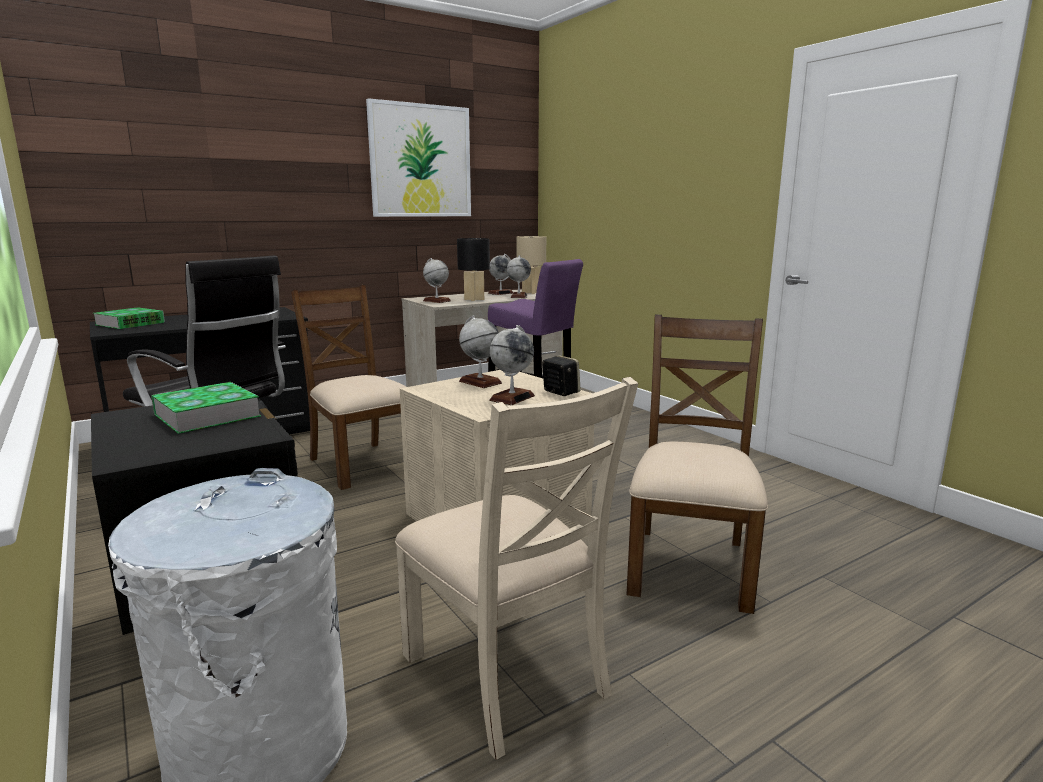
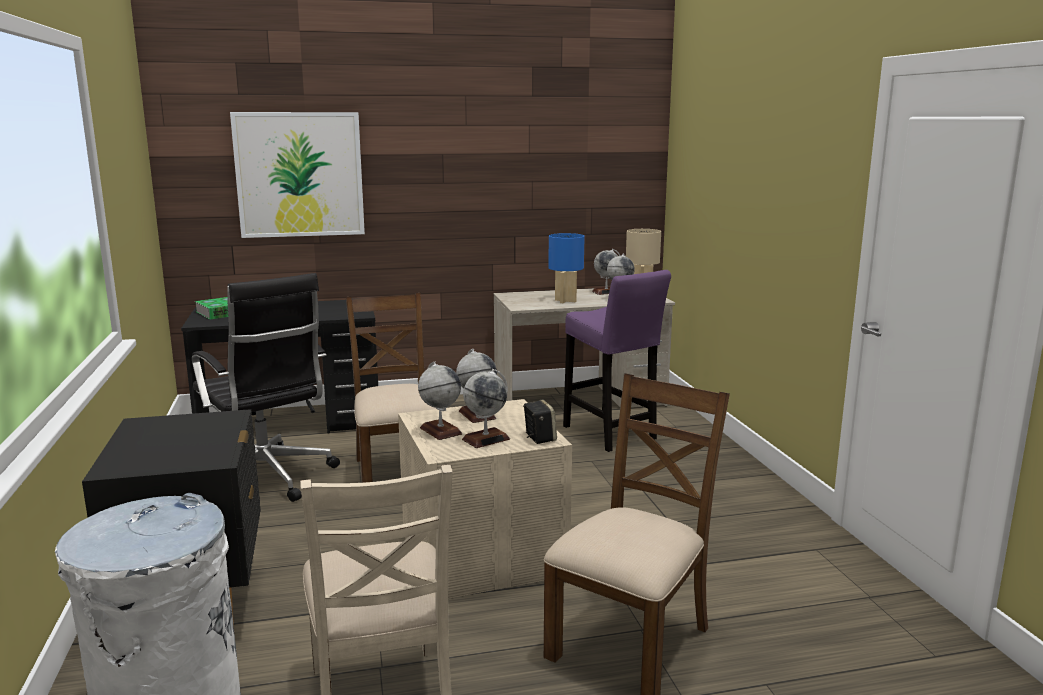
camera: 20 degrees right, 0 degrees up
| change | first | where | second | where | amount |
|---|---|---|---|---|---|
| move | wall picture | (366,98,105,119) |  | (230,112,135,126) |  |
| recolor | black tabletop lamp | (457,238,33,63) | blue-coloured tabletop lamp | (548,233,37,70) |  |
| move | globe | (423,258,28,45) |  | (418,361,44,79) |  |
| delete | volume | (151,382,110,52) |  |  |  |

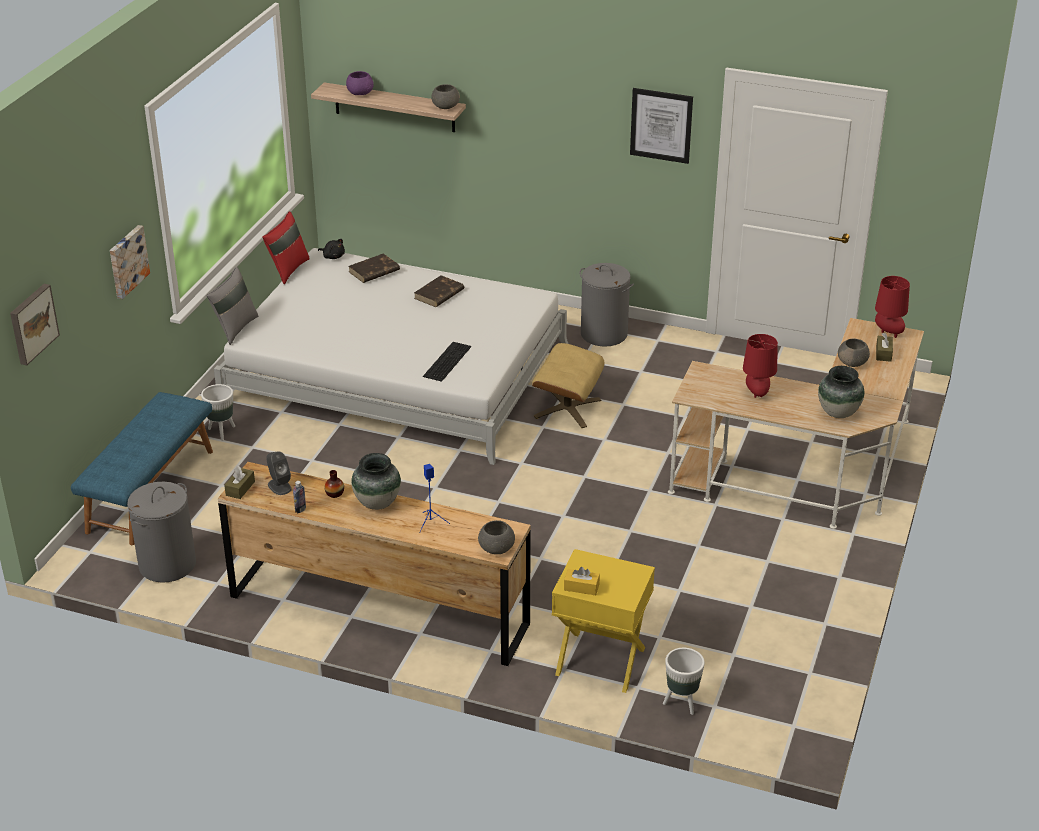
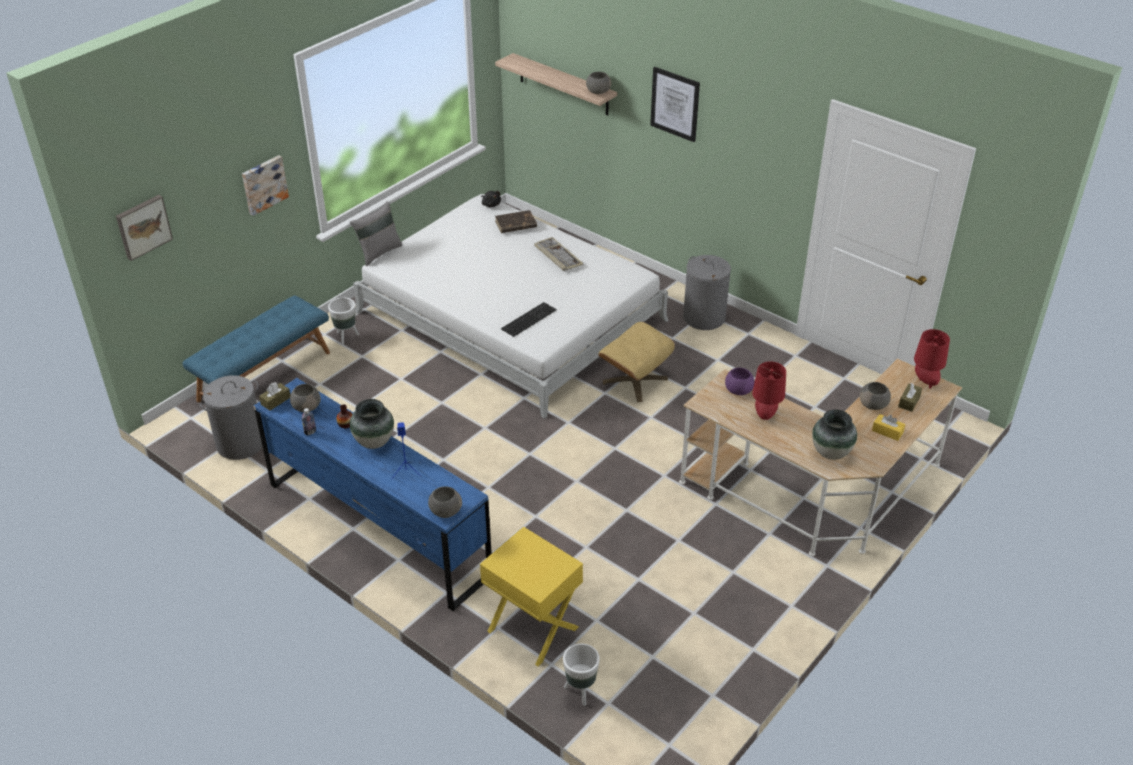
camera: 20 degrees right, 5 degrees up
| change | first | where | second | where | amount |
|---|---|---|---|---|---|
| move | purplish deep dish | (346,71,28,24) |  | (725,368,30,27) |  |
| move | wall picture | (630,88,63,76) |  | (650,67,50,75) |  |
| delete | reddish cushion | (262,212,48,72) |  |  |  |
| replace | brown volume | (414,275,50,32) | computer keyboard | (534,237,49,34) |  |
| replace | greyish loudspeaker | (266,451,26,44) | greyish deep dish | (290,384,31,28) |  |
| recolor | brown drawer chest | (218,462,313,204) | blue-coloured drawer chest | (254,378,238,233) |  |
| move | yellow tissue box | (564,567,36,28) |  | (872,414,33,27) |  |

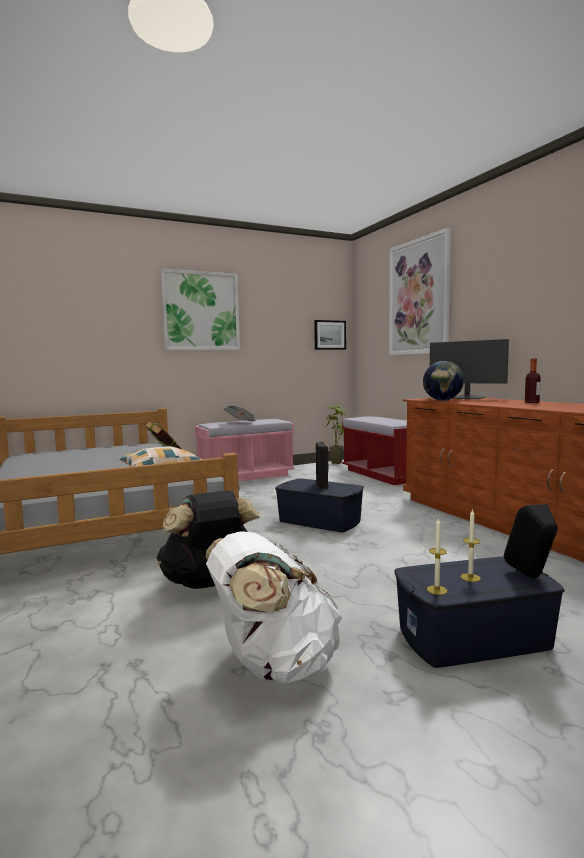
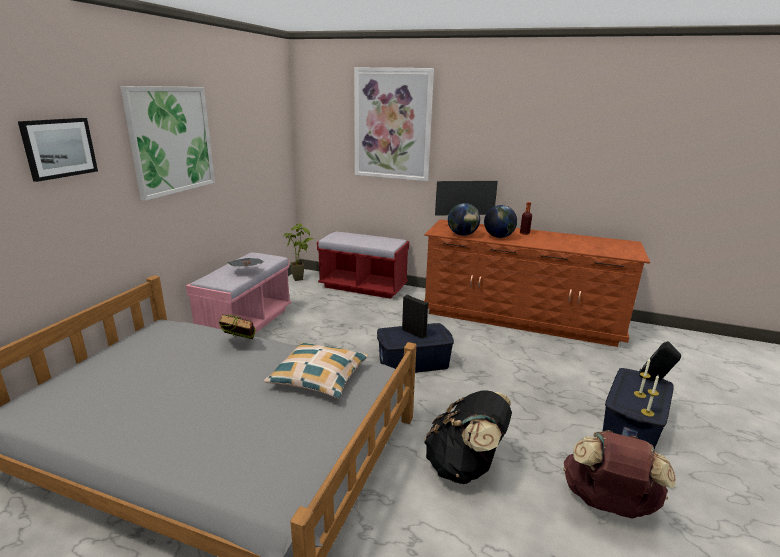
camera: 45 degrees left, 15 degrees up
| change | first | where | second | where | amount |
|---|---|---|---|---|---|
| move | wall picture | (314,320,32,30) |  | (18,118,80,64) |  |
| recolor | whitish backpack | (206,531,136,153) | brown backpack | (563,430,113,89) |  |
| insert |  |  | globe | (484,205,33,33) |  |

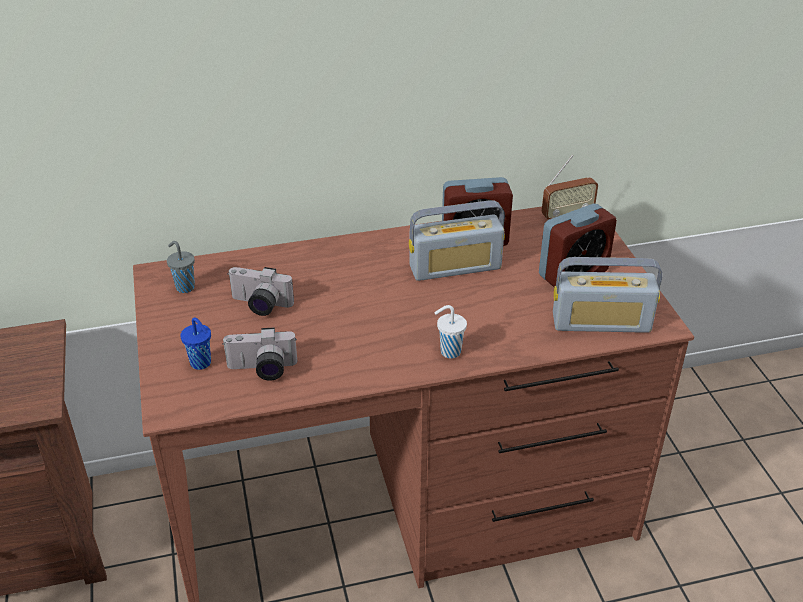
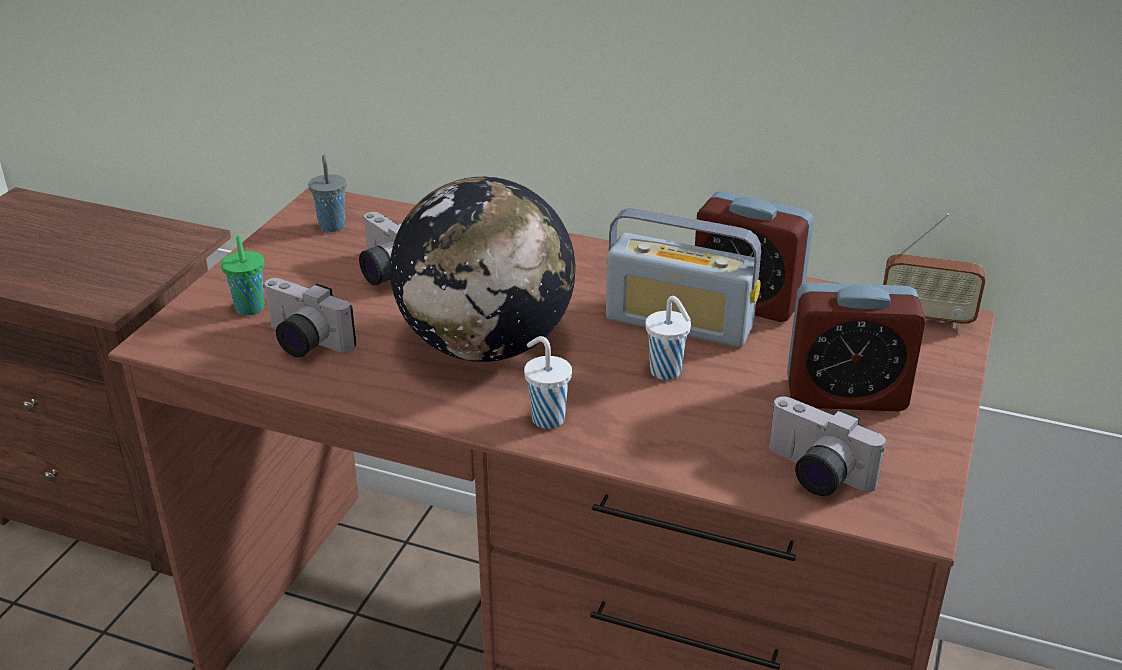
camera: 35 degrees right, 5 degrees down
| change | first | where | second | where | amount |
|---|---|---|---|---|---|
| replace | radio receiver | (553,257,109,76) | photo camera | (769,396,117,100) |  |
| recolor | blue-coloured cup | (180,317,31,53) | green cup | (221,236,43,79) |  |
| insert |  |  | globe | (390,177,185,185) |  |
| insert |  |  | whitish cup | (645,296,46,84) |  |

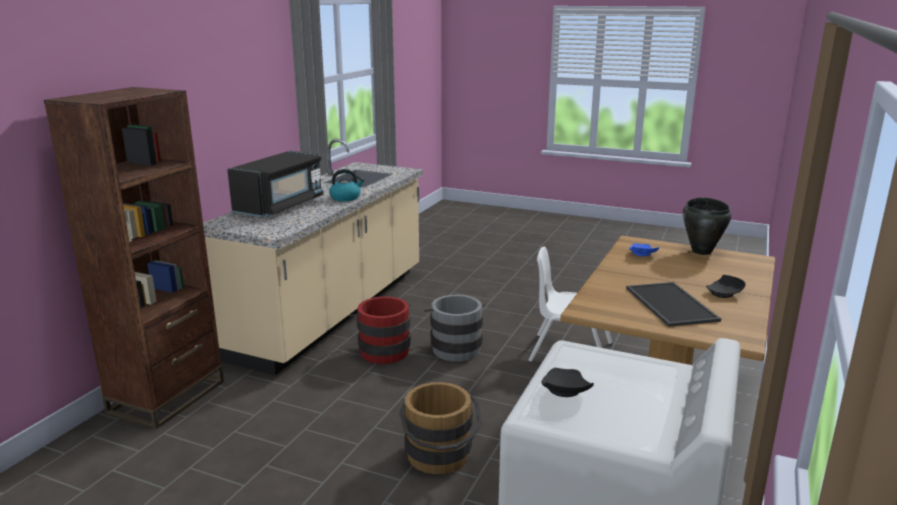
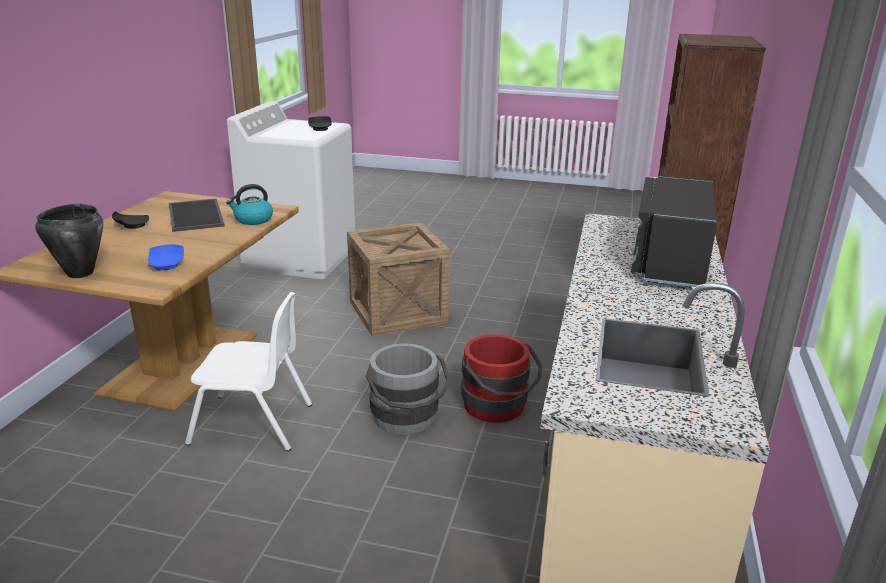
camera: 170 degrees right, 5 degrees up
| change | first | where | second | where | amount |
|---|---|---|---|---|---|
| move | tea kettle | (329,169,35,32) |  | (226,184,47,41) |  |
| replace | brown bucket | (399,382,83,92) | shipping crate | (347,222,103,114) |  |

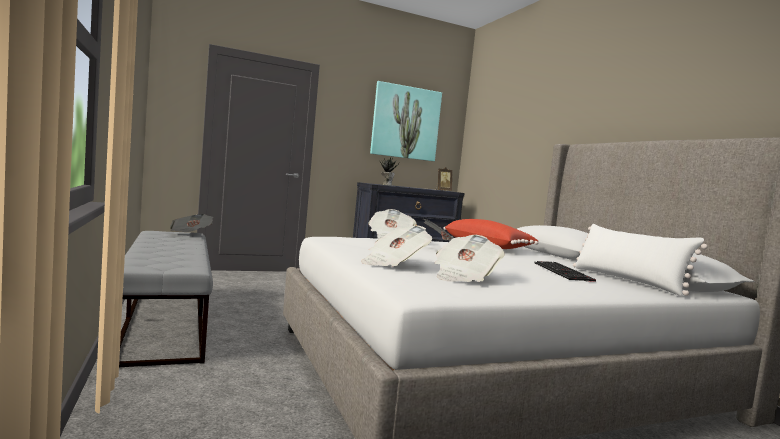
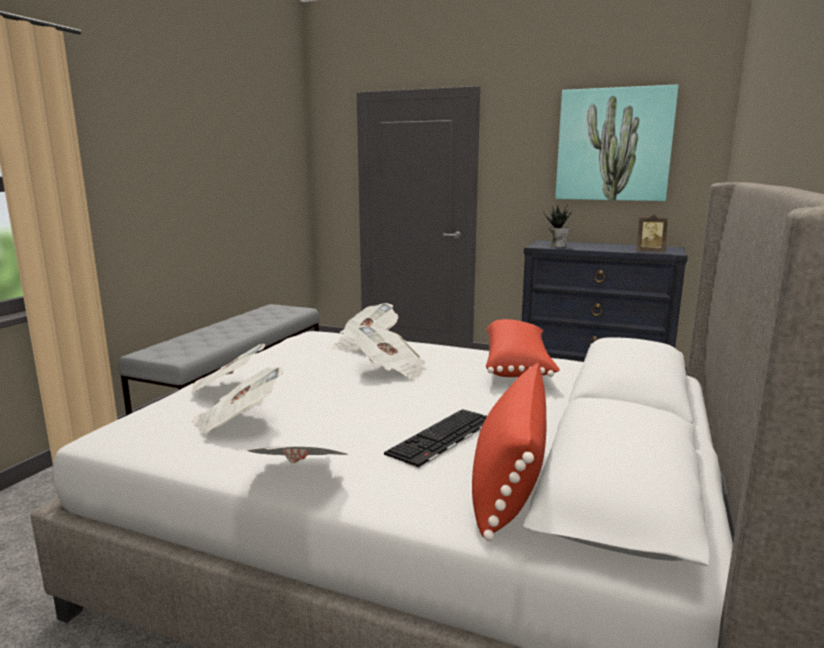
camera: 45 degrees right, 10 degrees up
| change | first | where | second | where | amount |
|---|---|---|---|---|---|
| move | printed paper | (170,214,43,18) |  | (236,447,112,16) |  |
| recolor | whitish cushion | (573,224,135,72) | reddish cushion | (472,363,74,178) |  |

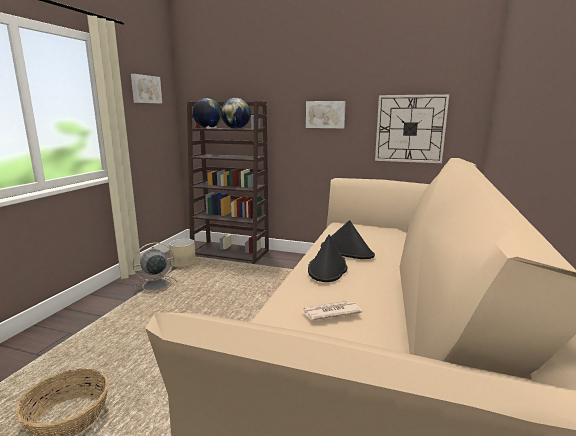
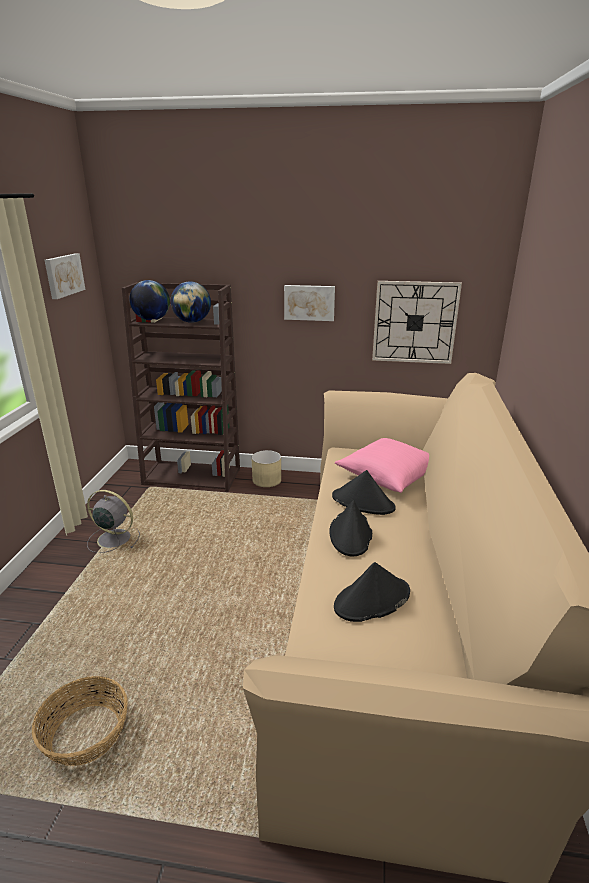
camera: 10 degrees left, 10 degrees up
| change | first | where | second | where | amount |
|---|---|---|---|---|---|
| move | beige plant pot | (169,239,27,29) |  | (251,450,30,37) |  |
| rotate | greyish cooling fan | (133,243,46,50) |  | (87,490,53,63) | 60 degrees clockwise |
| replace | printed paper | (303,300,59,20) | black clothing hat | (334,562,76,60) |  |
| insert |  |  | pinkish cushion | (335,438,94,55) |  |

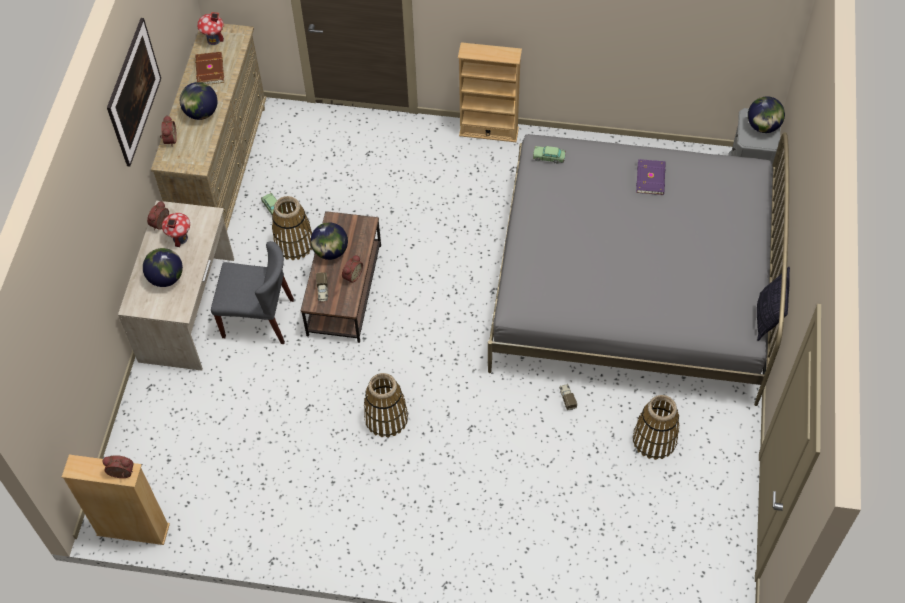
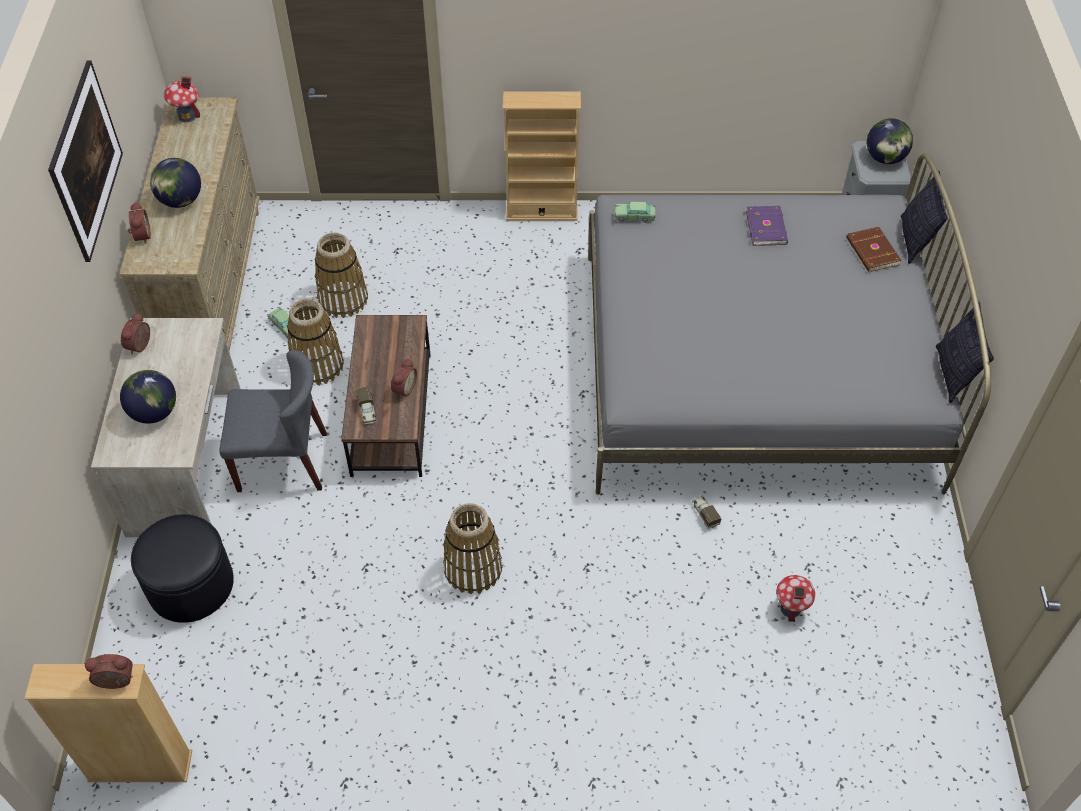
camera: 10 degrees left, 5 degrees down
| change | first | where | second | where | amount |
|---|---|---|---|---|---|
| move | brown volume | (195,52,29,33) |  | (846,227,56,45) |  |
| move | toy house | (162,213,28,34) |  | (776,575,39,47) |  |
| delete | globe | (311,222,37,38) |  |  |  |
| move | basket | (633,395,47,65) |  | (315,233,53,85) |  |
| insert |  |  | cushion | (901,171,47,93) |  |
| insert |  |  | black footrest | (131,514,103,109) |  |

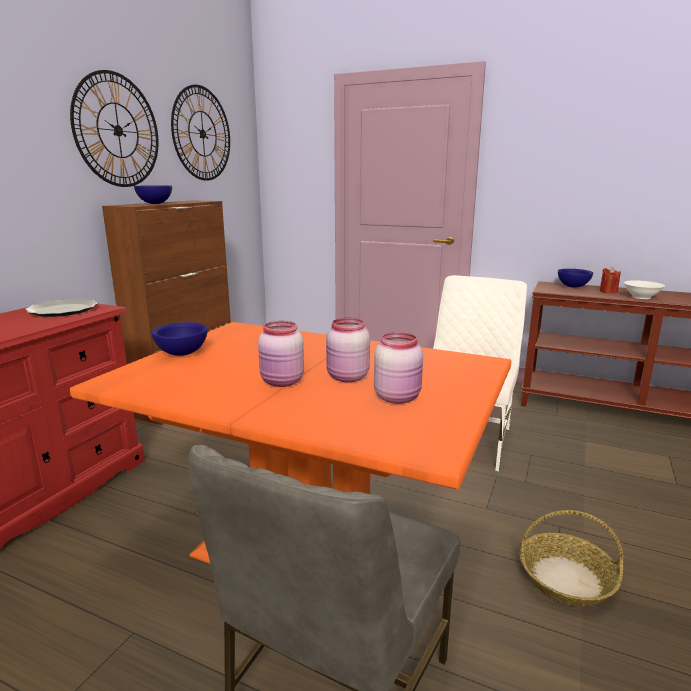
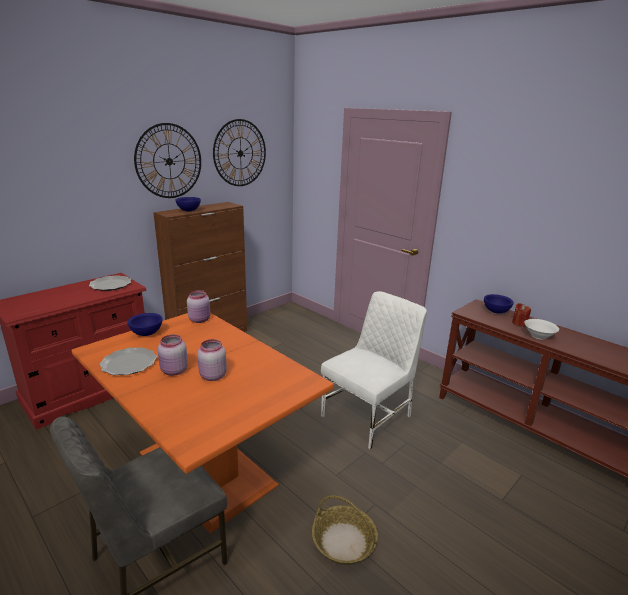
camera: 20 degrees right, 5 degrees up
| change | first | where | second | where | amount |
|---|---|---|---|---|---|
| move | pinkish storage jar | (374,332,49,72) |  | (187,290,23,33) |  |
| insert |  |  | dinner plate | (99,347,58,28) |  |

